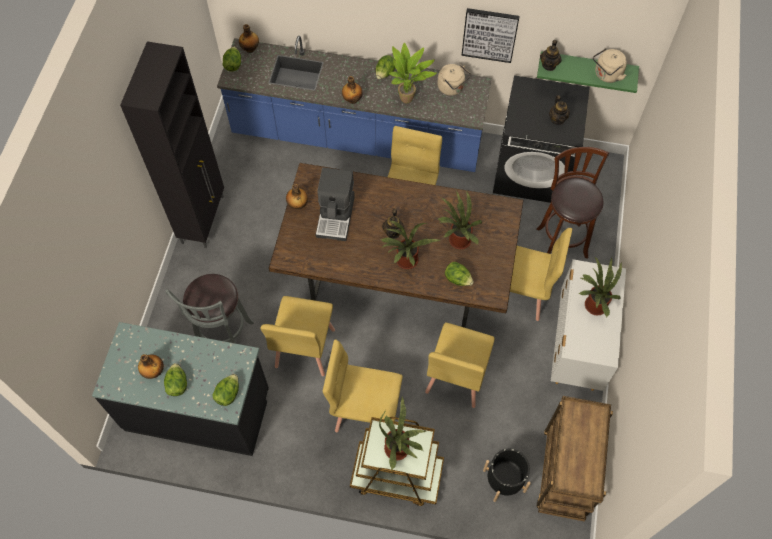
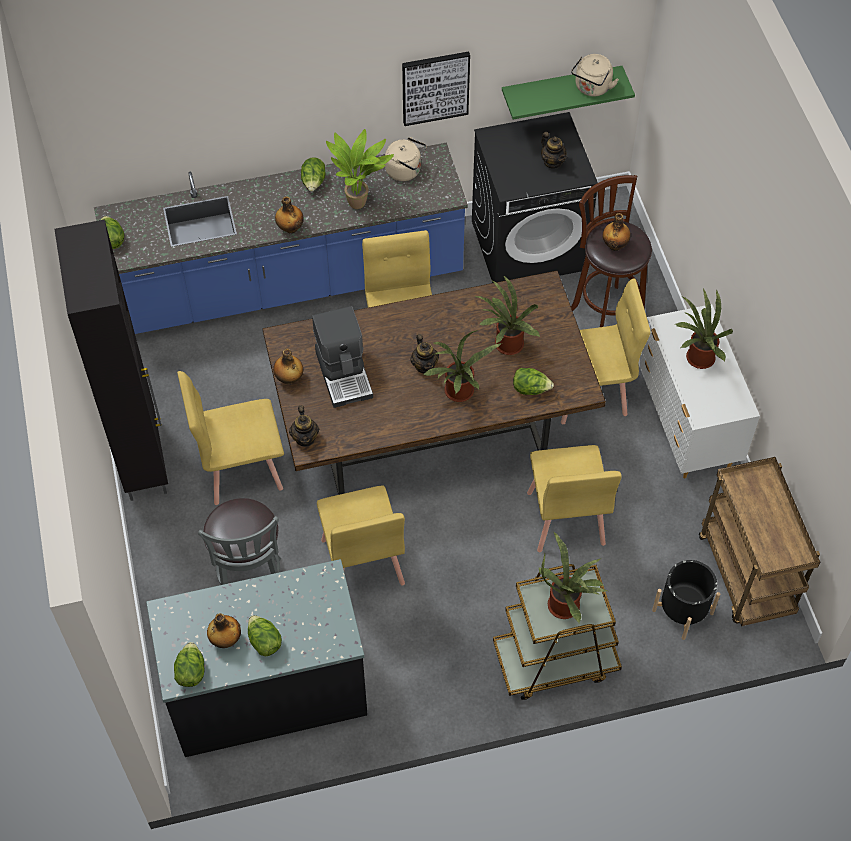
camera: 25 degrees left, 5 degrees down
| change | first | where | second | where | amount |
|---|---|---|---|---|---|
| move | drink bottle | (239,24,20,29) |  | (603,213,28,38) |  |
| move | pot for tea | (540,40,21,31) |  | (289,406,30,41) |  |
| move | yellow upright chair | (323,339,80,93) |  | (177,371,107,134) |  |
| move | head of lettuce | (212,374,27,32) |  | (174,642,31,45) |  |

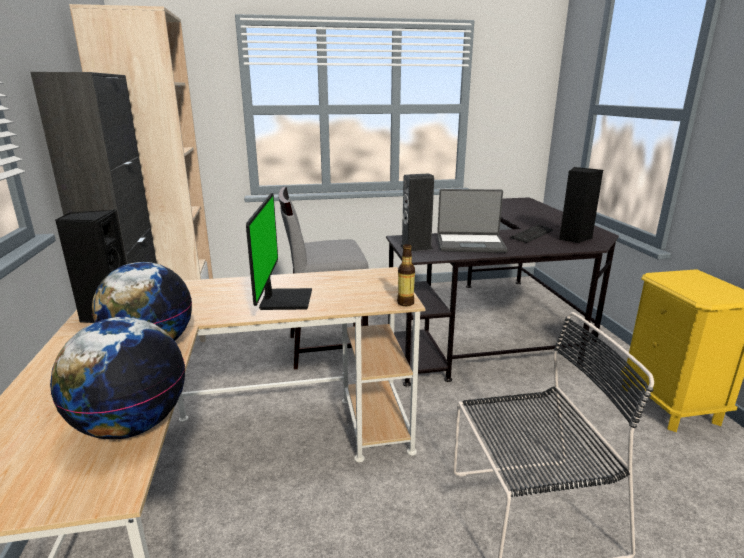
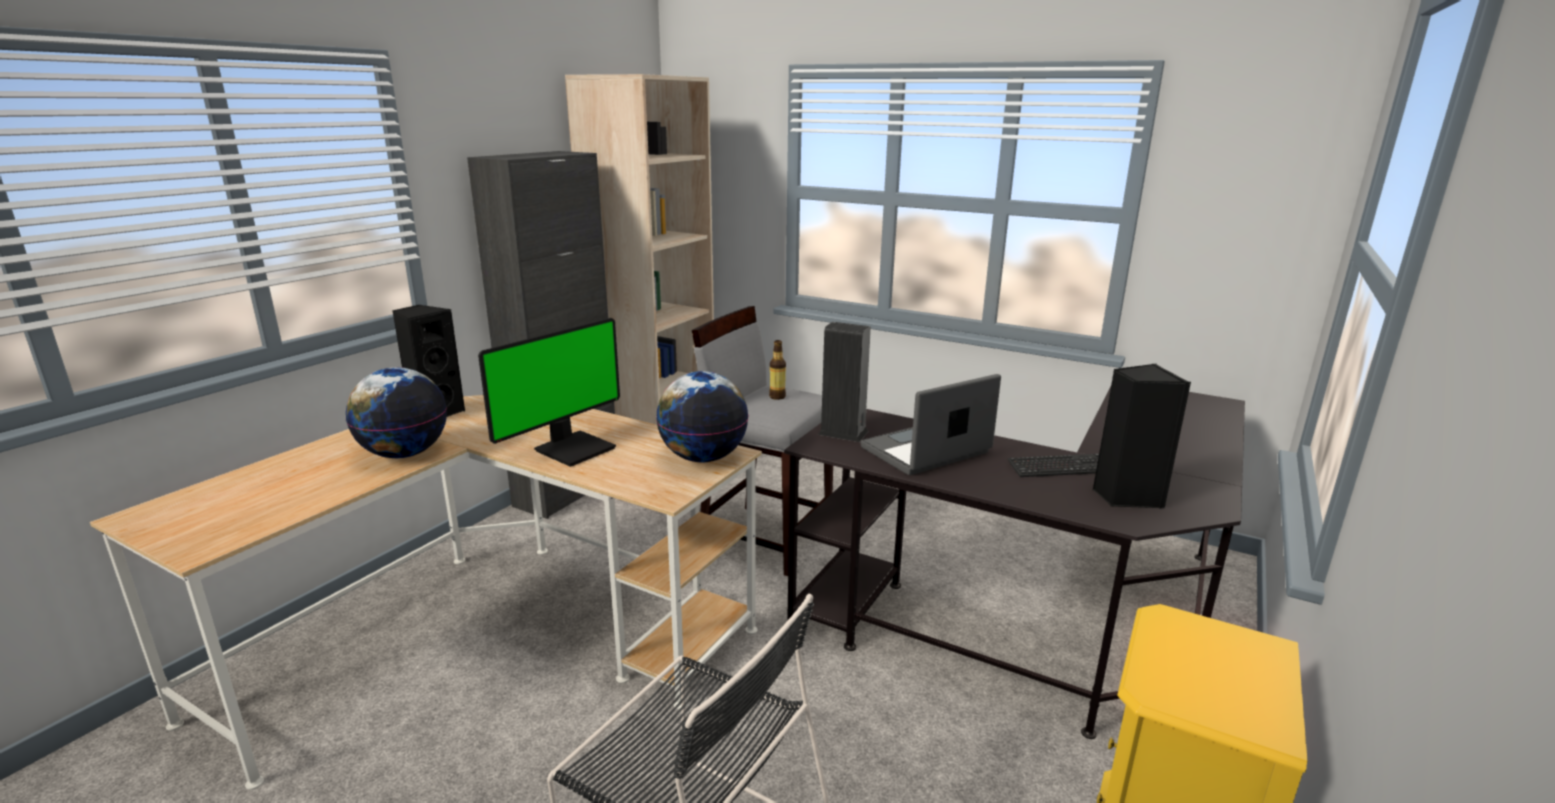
camera: 40 degrees right, 0 degrees up
| change | first | where | second | where | amount |
|---|---|---|---|---|---|
| rotate | notebook computer | (437,189,71,64) |  | (860,374,141,101) | 105 degrees clockwise |
| move | drink bottle | (397,244,18,62) |  | (769,340,17,60) |  |
| move | globe | (50,317,135,122) |  | (656,371,93,91) |  |

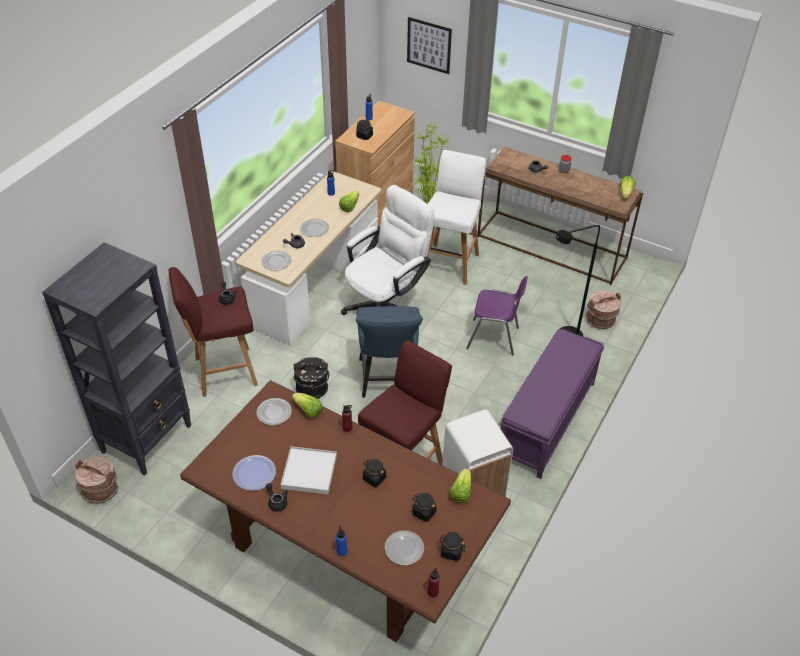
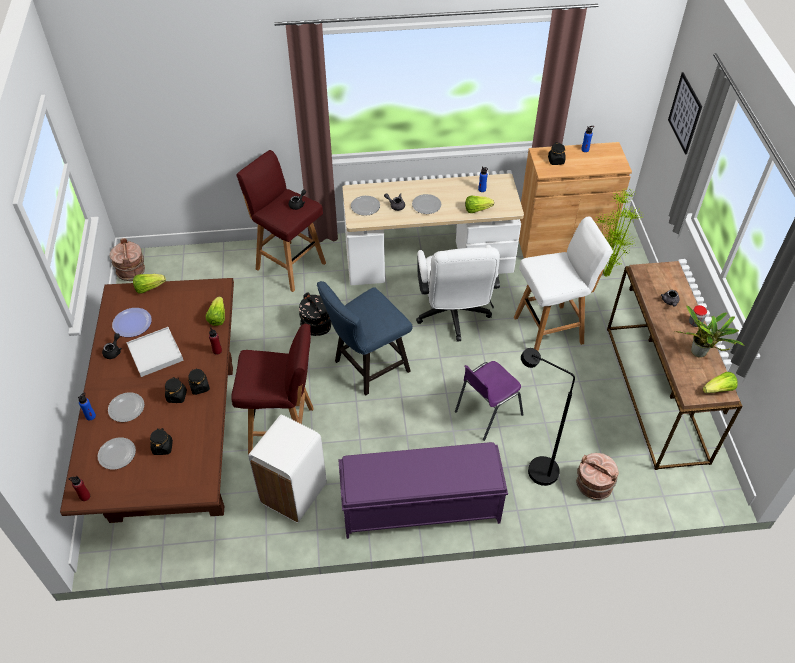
camera: 55 degrees right, 5 degrees up
| change | first | where | second | where | amount |
|---|---|---|---|---|---|
| rotate | whitish desk chair | (341,185,93,130) |  | (416,245,84,97) | 75 degrees clockwise |
| delete | black shelving unit | (42,242,149,234) |  |  |  |
| rotate | purplish upright chair | (466,276,62,80) |  | (455,361,69,80) | 75 degrees clockwise |
| move | dinner plate | (256,398,36,27) |  | (108,392,36,30) |  |
| move | head of lettuce | (449,469,22,34) |  | (133,274,33,20) |  |
| move | black storage jar | (439,532,26,29) |  | (188,368,22,27) |  |
| insert |  |  | plant in a pot | (675,306,70,51) |  |

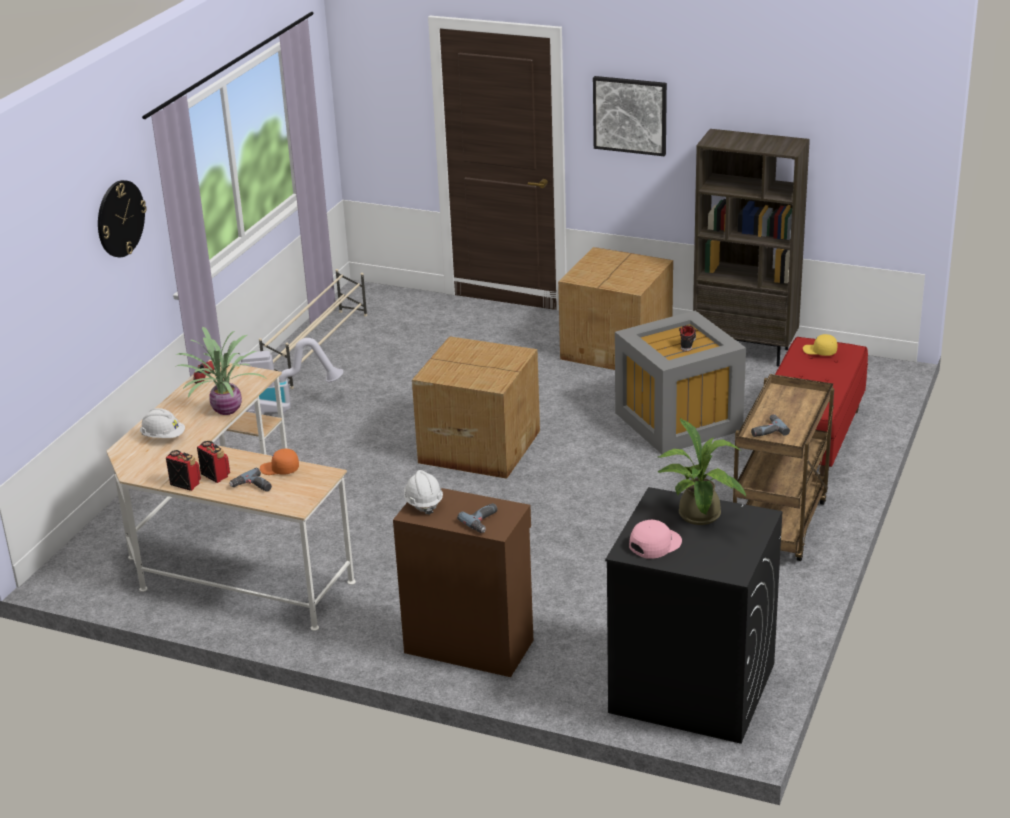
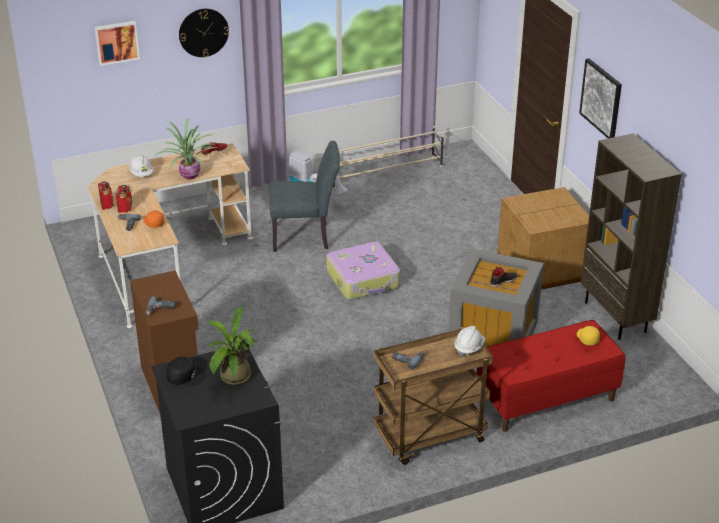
camera: 45 degrees right, 5 degrees up
| change | first | where | second | where | amount |
|---|---|---|---|---|---|
| replace | cardboard box | (412,336,128,143) | travel case | (326,242,74,58) |  |
| move | whitish safety helmet | (404,470,39,45) |  | (454,326,31,31) |  |
| recolor | pinkish cap | (629,520,53,39) | black cap | (166,357,41,29) |  |
| insert |  |  | wall picture | (95,21,45,45) |  |
| insert |  |  | greyish upright chair | (270,141,70,111) |  |

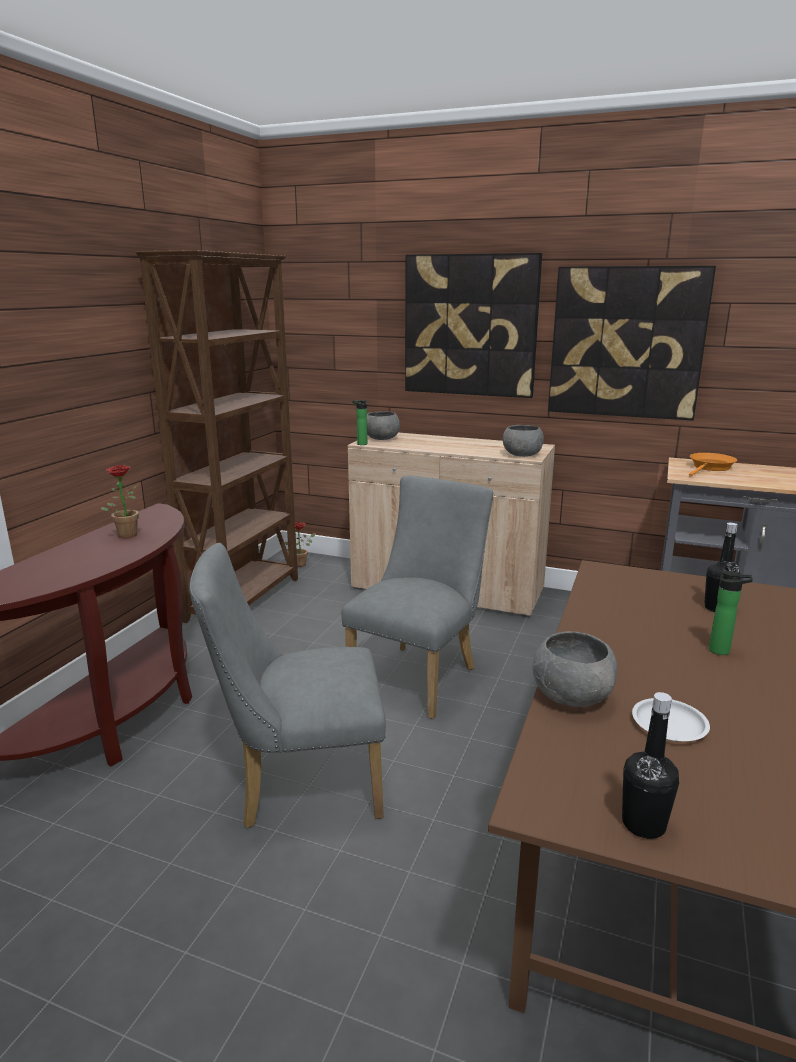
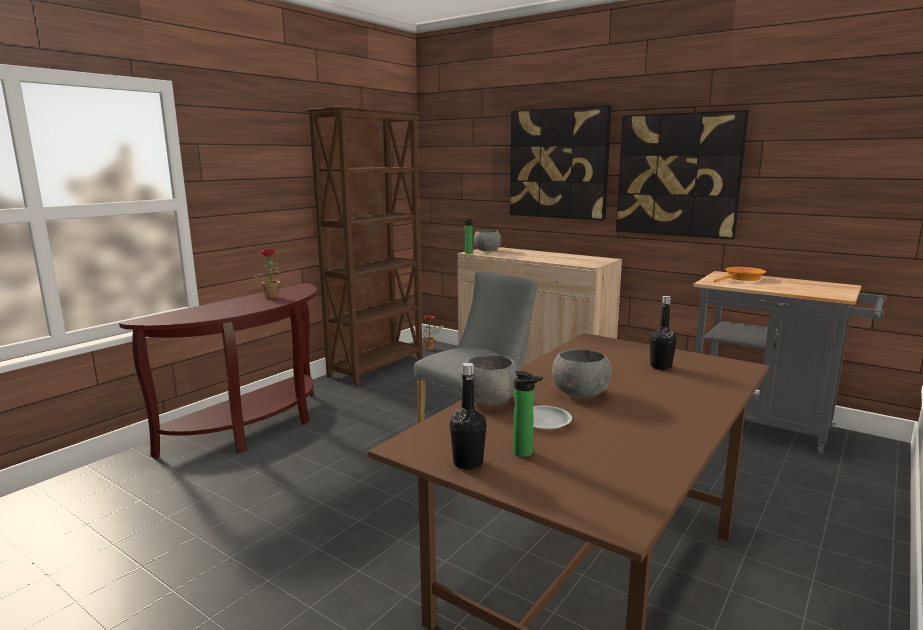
camera: 15 degrees right, 5 degrees down
| change | first | where | second | where | amount |
|---|---|---|---|---|---|
| move | greyish deep dish | (503,425,41,32) |  | (552,348,60,50) |  |
| delete | greyish upright chair | (189,543,197,285) |  |  |  |
| move | drink bottle | (709,571,44,84) |  | (513,371,30,86) |  |

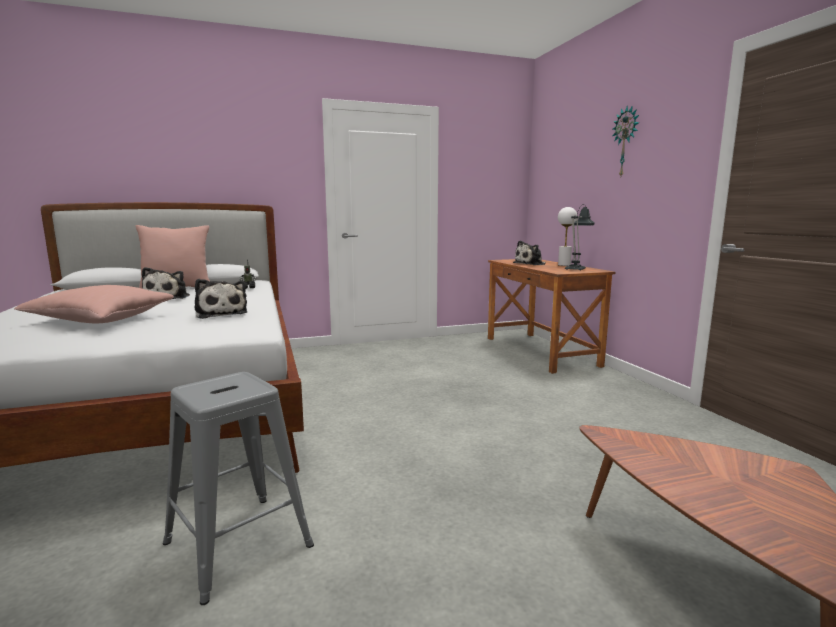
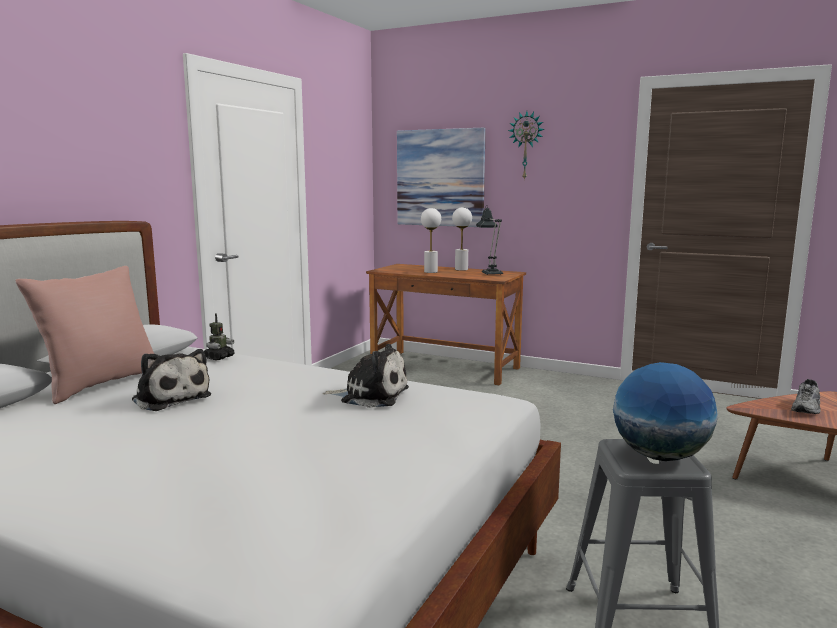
camera: 45 degrees left, 0 degrees up
| change | first | where | second | where | amount |
|---|---|---|---|---|---|
| replace | cuddly toy | (513,240,32,25) | whitish tabletop lamp | (421,208,20,65) |  |
| delete | pinkish cushion | (14,285,160,39) |  |  |  |
| insert |  |  | wall picture | (397,128,89,99) |  |
| insert |  |  | globe | (613,362,105,99) |  |
| insert |  |  | greyish low shoe | (791,379,30,35) |  |

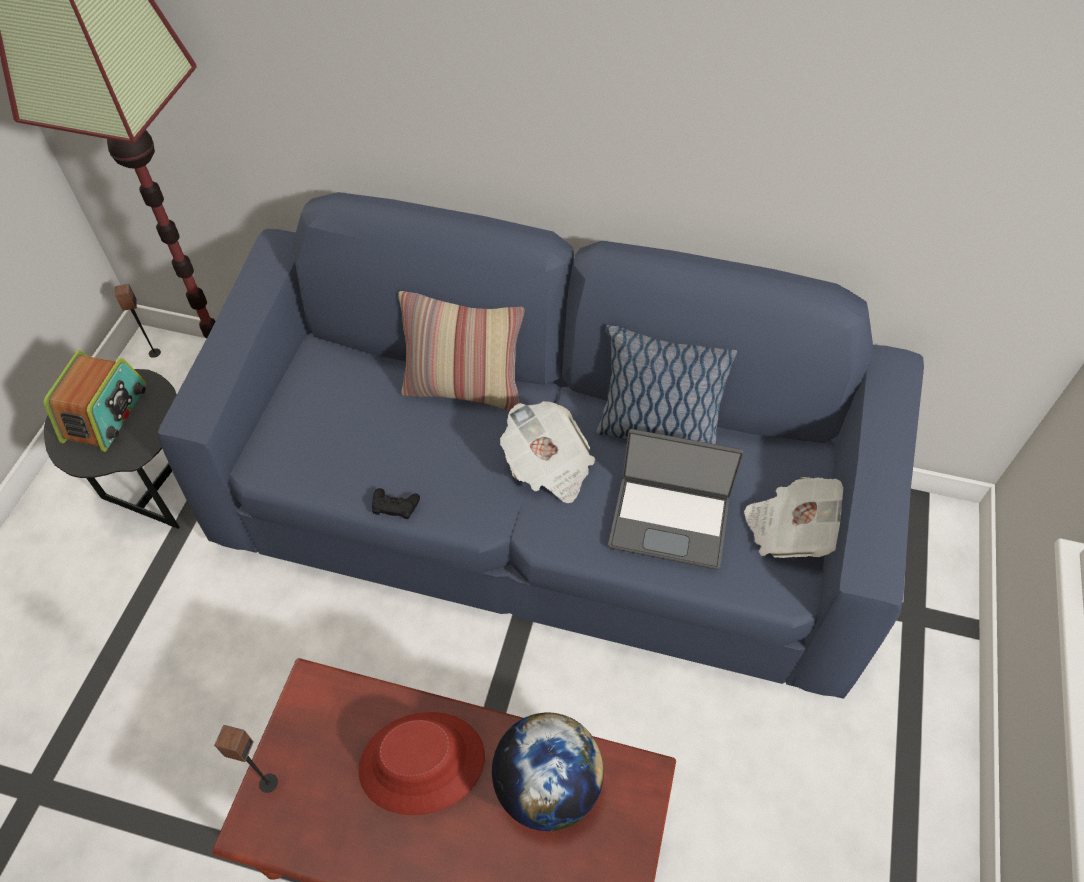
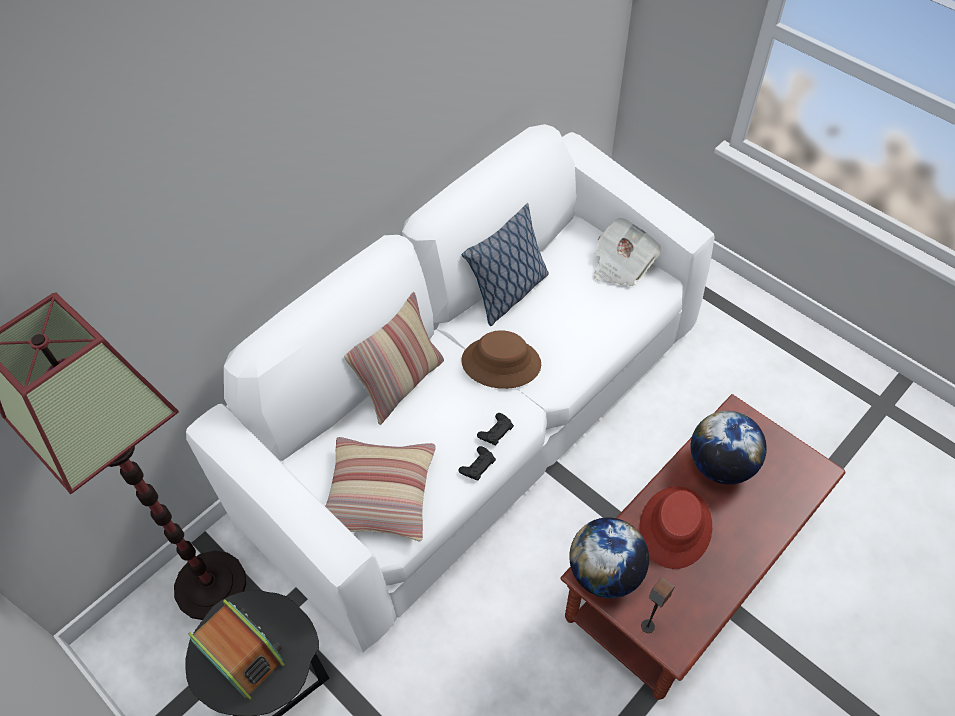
camera: 60 degrees left, 0 degrees up
| change | first | where | second | where | amount |
|---|---|---|---|---|---|
| recolor | blue-coloured couch | (158,192,766,507) | whitish couch | (186,124,529,528) |  |
| delete | loudspeaker | (115,284,46,74) |  |  |  |
| replace | printed paper | (500,401,95,102) | brown clothing hat | (461,330,80,59) |  |
| delete | notebook computer | (608,429,136,141) |  |  |  |
| insert |  |  | black game controller | (477,413,37,33) |  |
| insert |  |  | cushion | (325,437,111,105) |  |
| insert |  |  | globe | (569,518,80,80) |  |

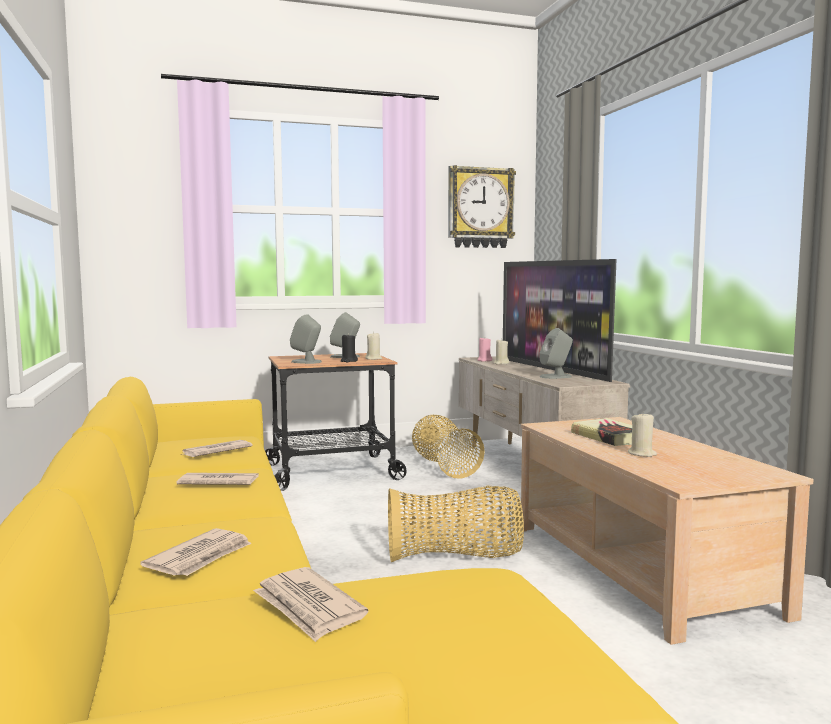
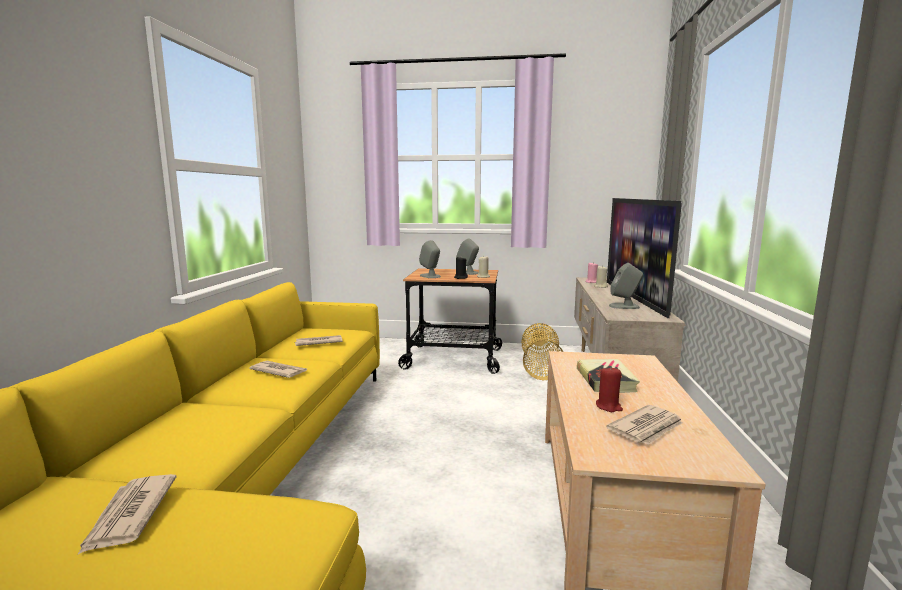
camera: 25 degrees right, 5 degrees up
| change | first | where | second | where | amount |
|---|---|---|---|---|---|
| delete | clock on the wall | (448,165,68,83) |  |  |  |
| recolor | beige wax light | (628,411,29,46) | reddish wax light | (596,366,27,46) |  |
| delete | basket | (388,486,136,76) |  |  |  |
| move | printed paper | (140,528,111,48) |  | (606,405,77,40) |  |

